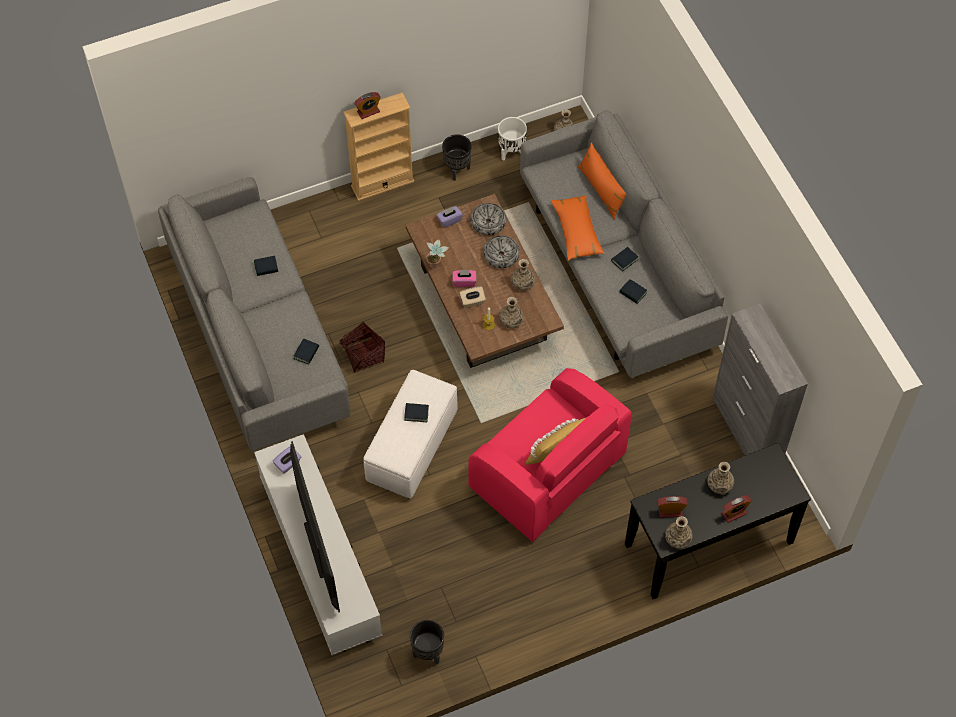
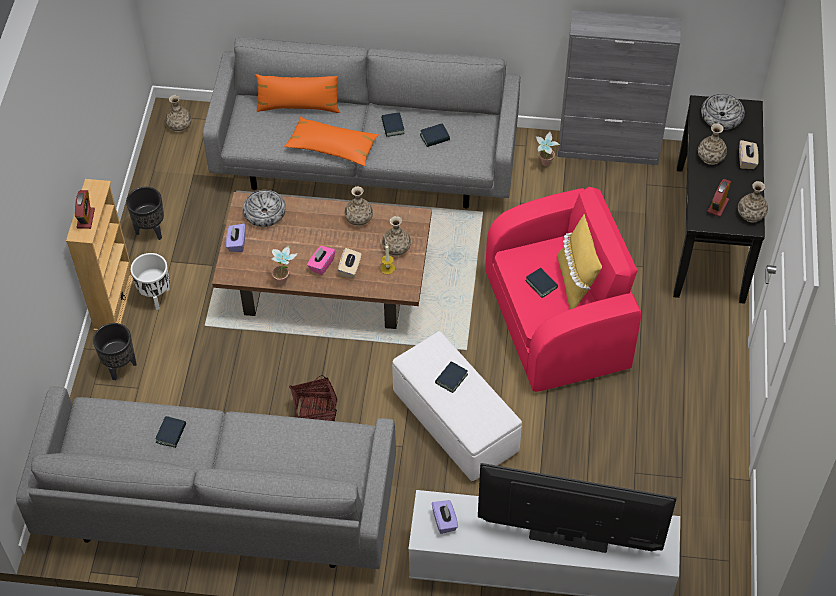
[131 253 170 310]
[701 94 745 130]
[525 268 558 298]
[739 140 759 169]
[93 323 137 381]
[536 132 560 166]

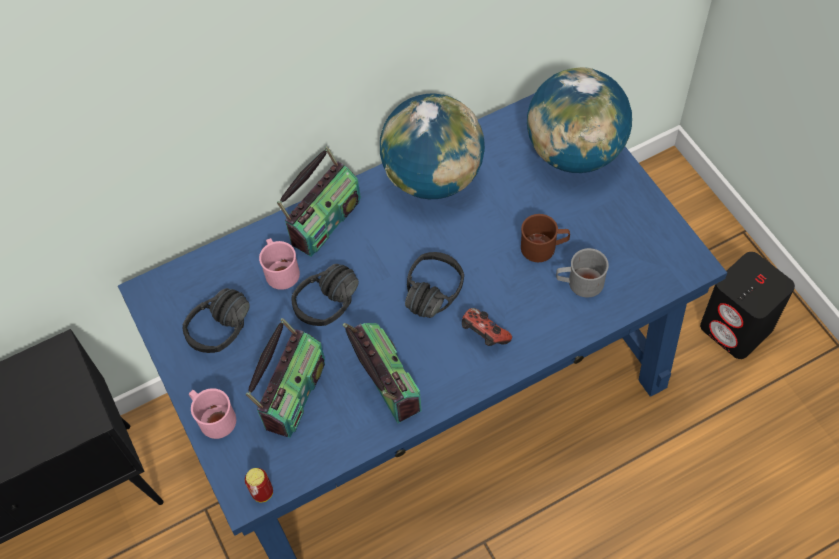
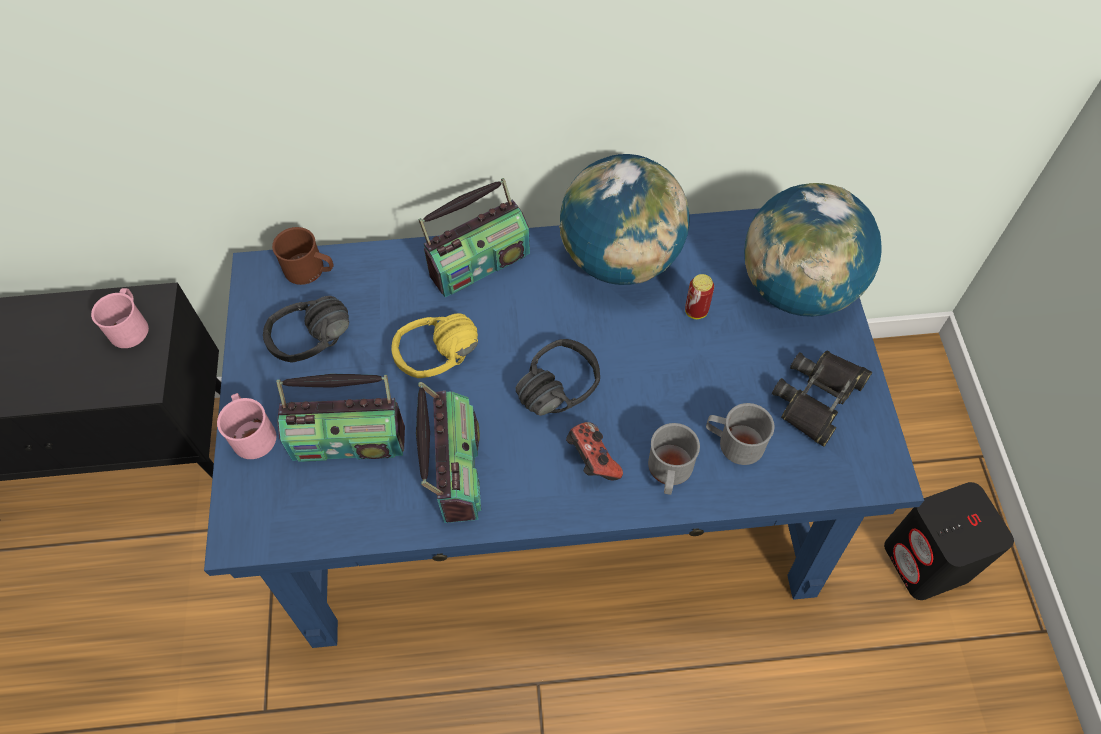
[272 227 334 285]
[91 288 149 348]
[391 313 478 378]
[276 374 405 462]
[685 274 714 319]
[772 351 872 447]
[648 423 700 495]

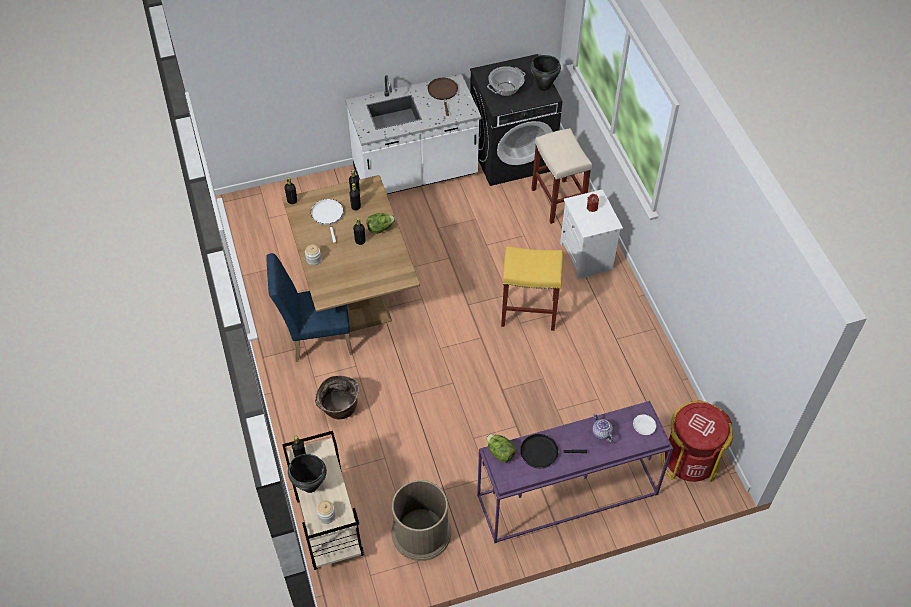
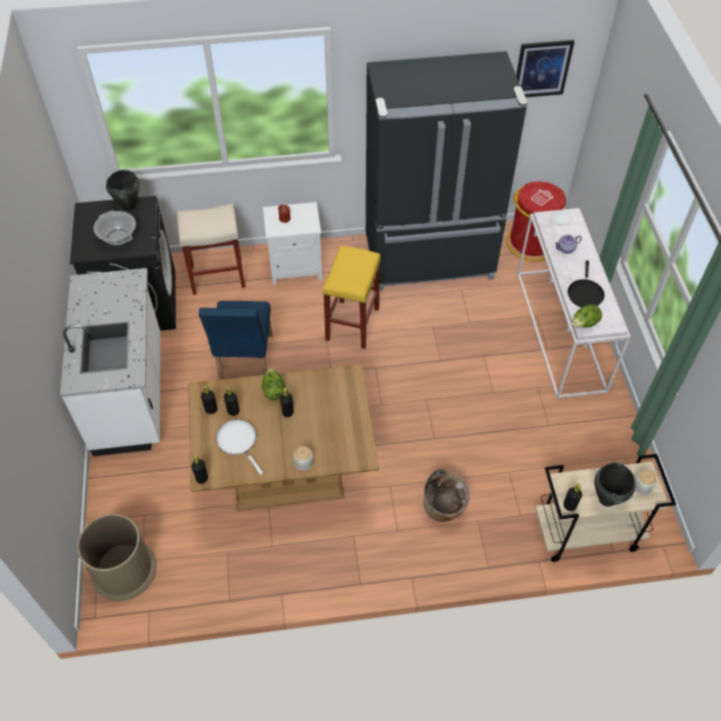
[428 78 458 116] (first image)
[216 419 263 475]
[199 301 272 380]
[517 208 631 399]
[77 514 157 601]
[516 40 575 97]
[366 51 527 290]

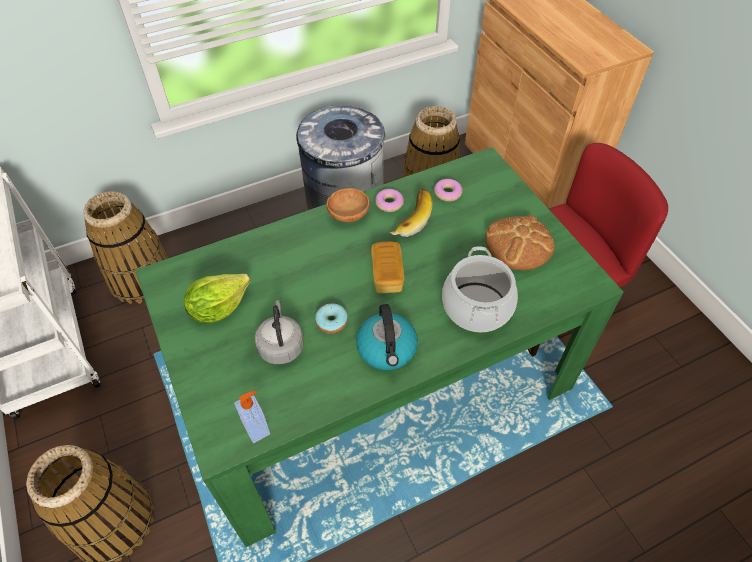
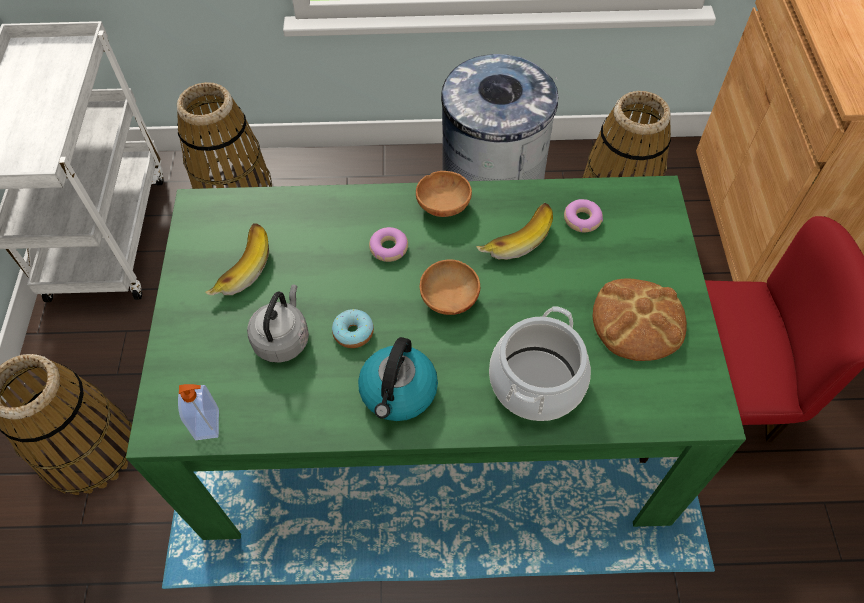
[369 227 408 262]
[419 259 480 315]
[205 223 269 295]

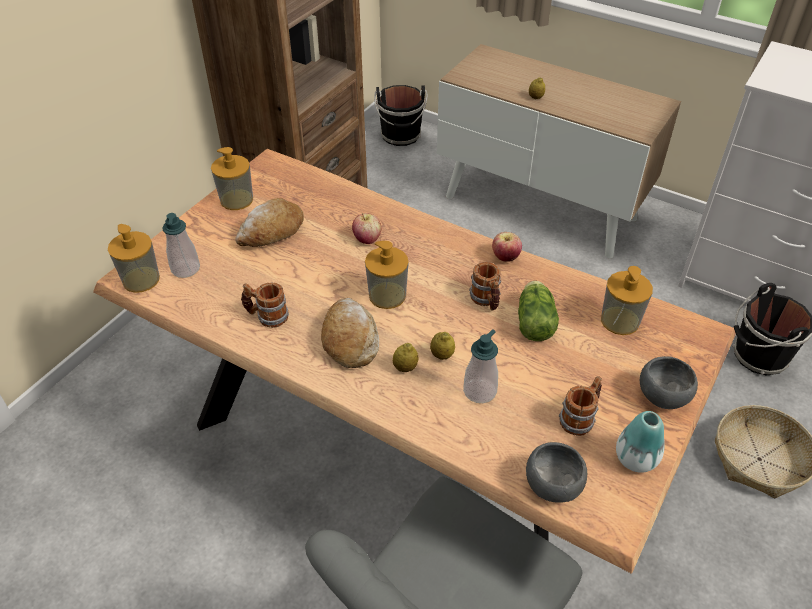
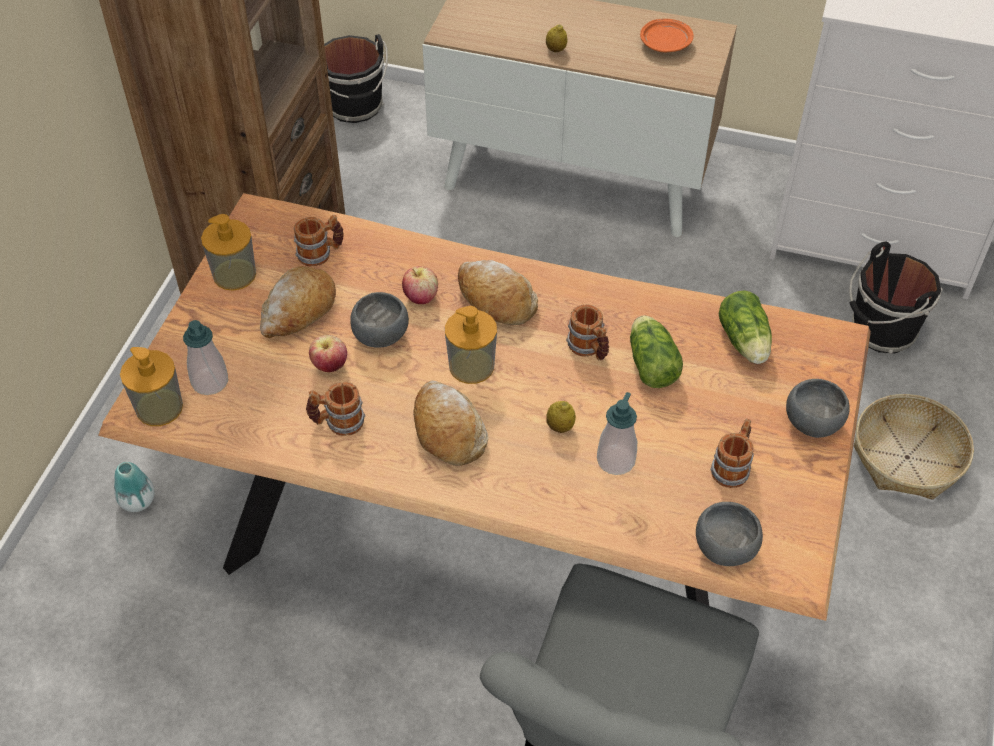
[309 335 347 372]
[719 290 772 364]
[393 343 419 372] (first image)
[114 462 154 512]
[640 19 694 52]
[294 214 344 267]
[458 260 538 325]
[350 292 409 348]

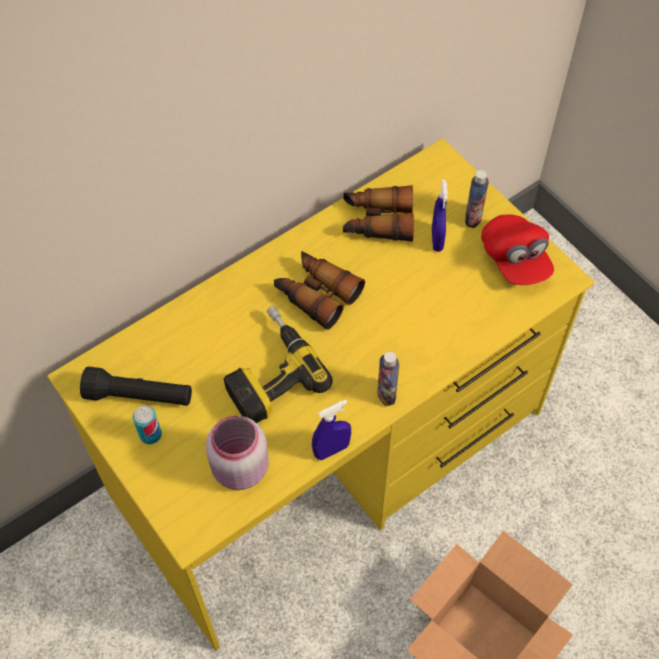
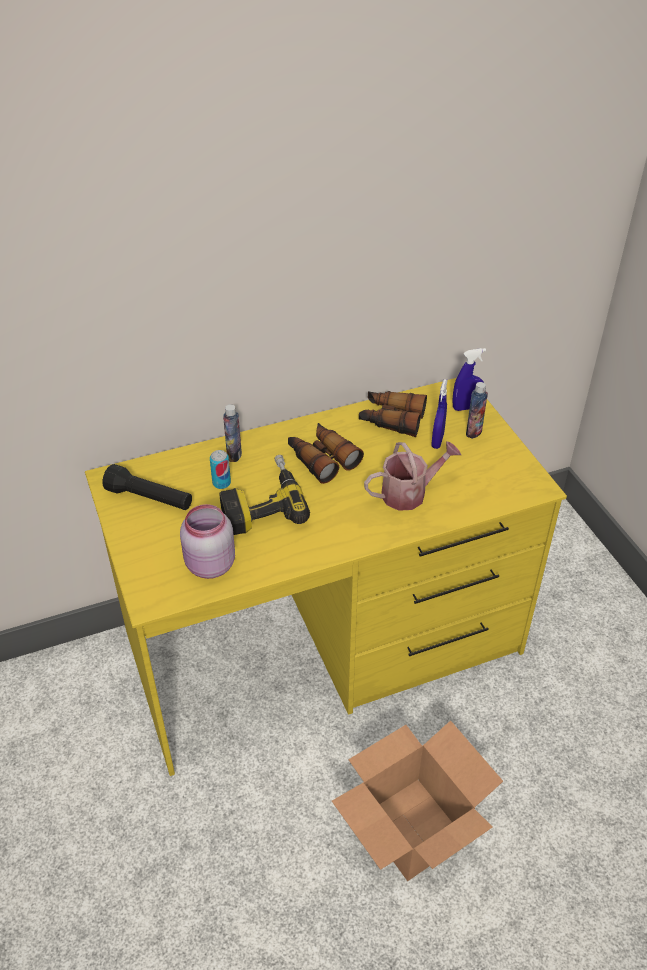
[481 215 554 285] (first image)
[223 404 242 462]
[452 348 486 411]
[210 450 231 489]
[364 441 461 511]

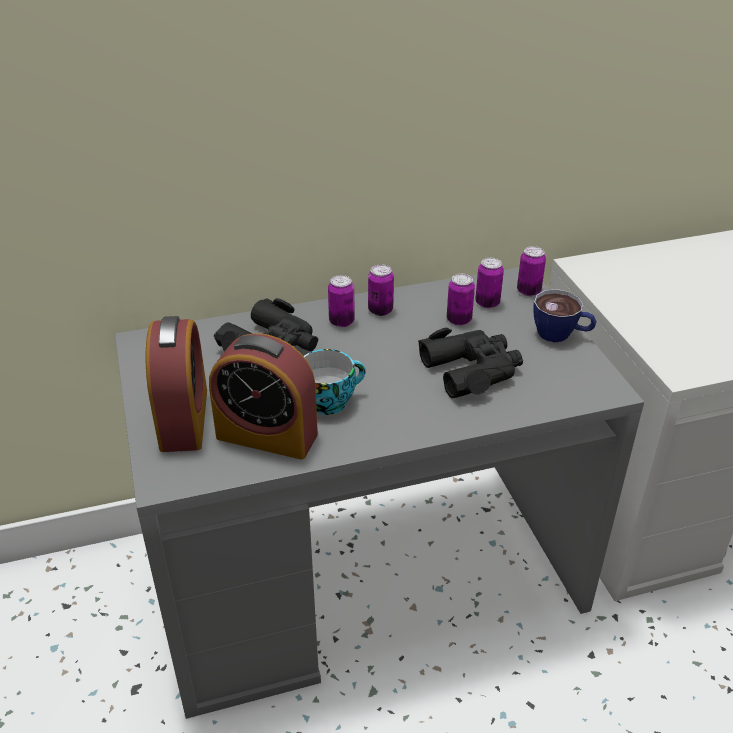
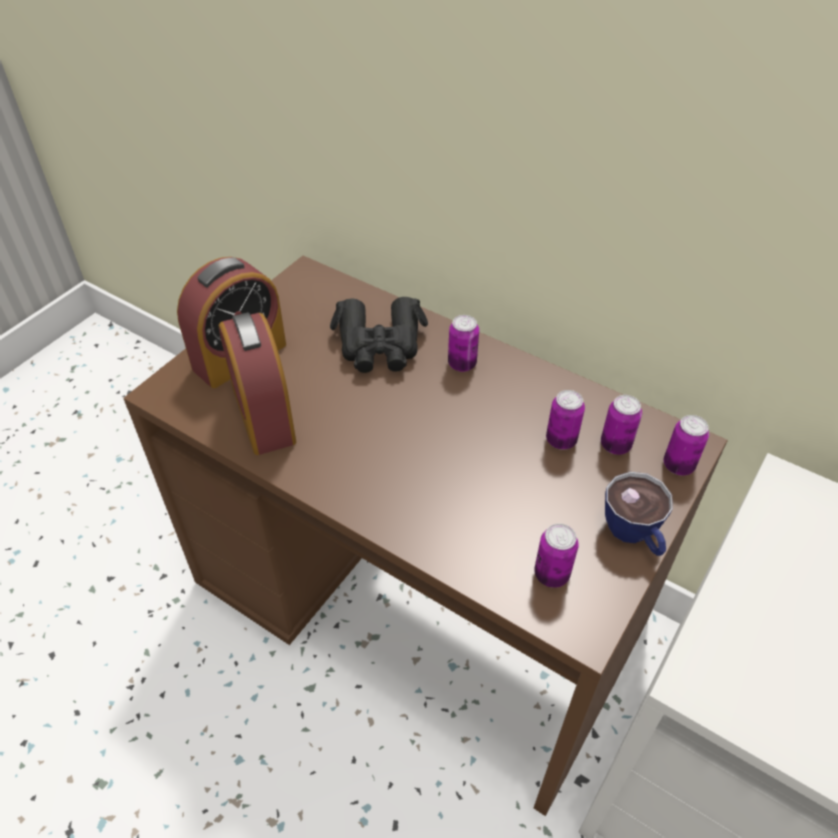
[534 523 579 588]
[123 256 728 816]
[418 328 523 399] (first image)
[304 349 366 415] (first image)

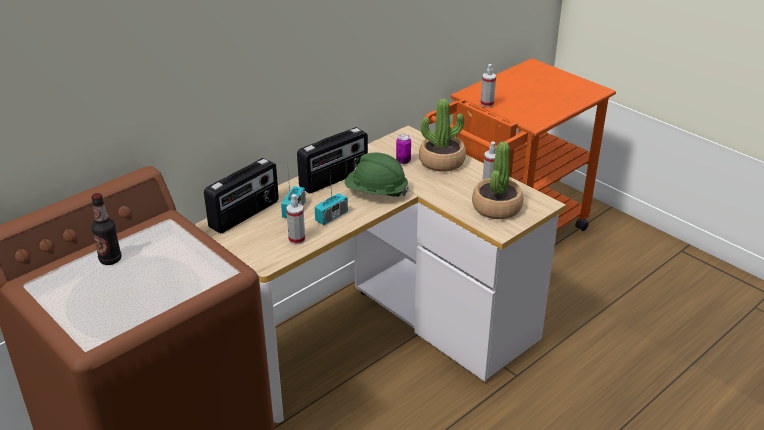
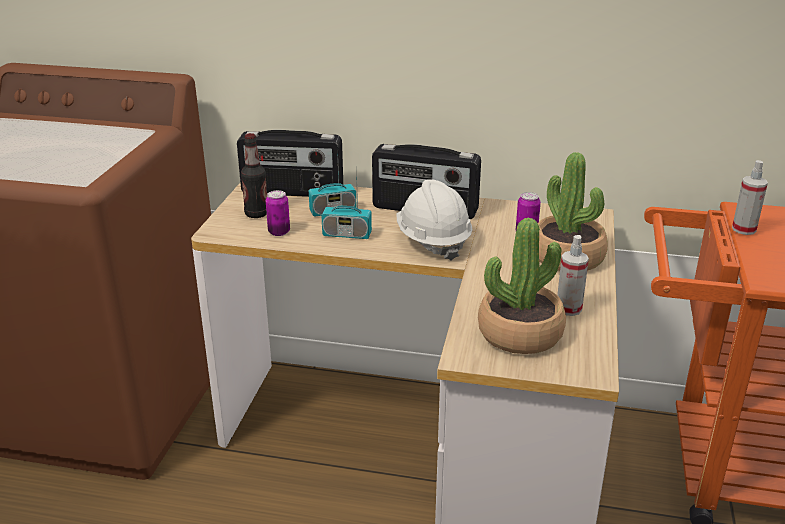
[397 179 473 261]
[241 133 267 218]
[266 190 290 236]

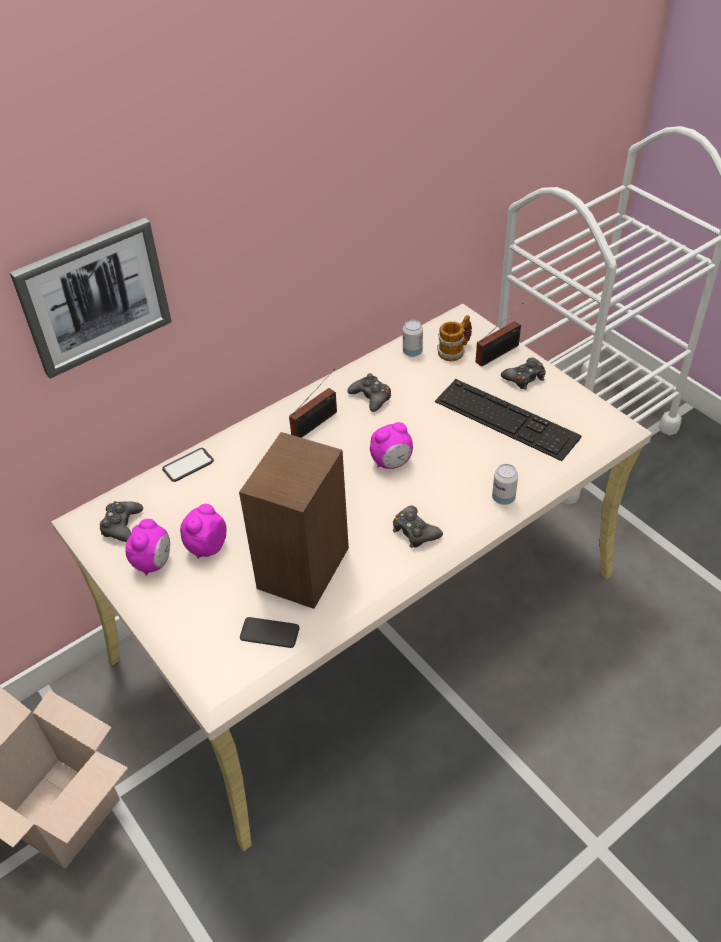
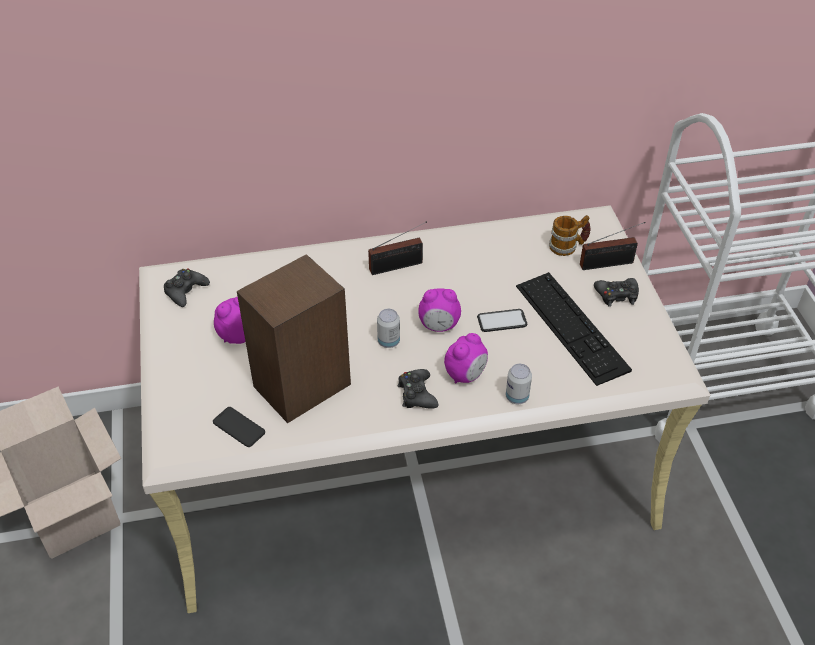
[10 218 172 378] (first image)
[377 309 400 348]
[347 373 391 412] (first image)
[477 309 528 332]
[444 333 488 384]

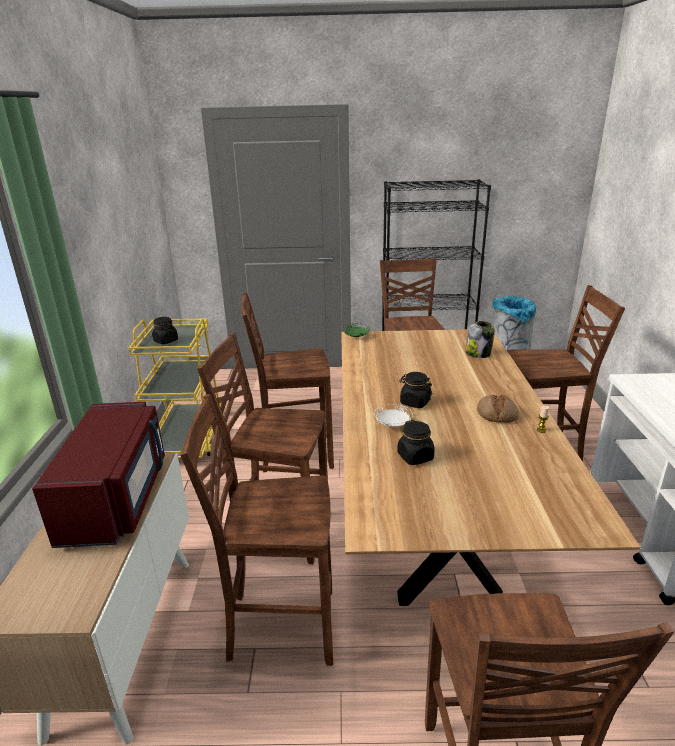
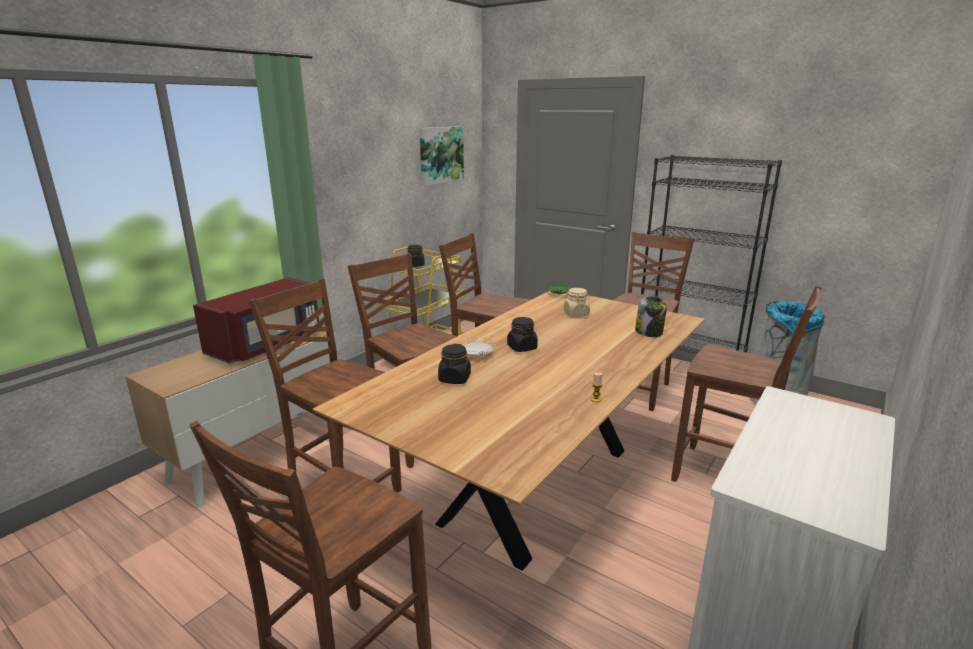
[477 395 519 423] (first image)
[419 126 464 186]
[564 288 590 317]

